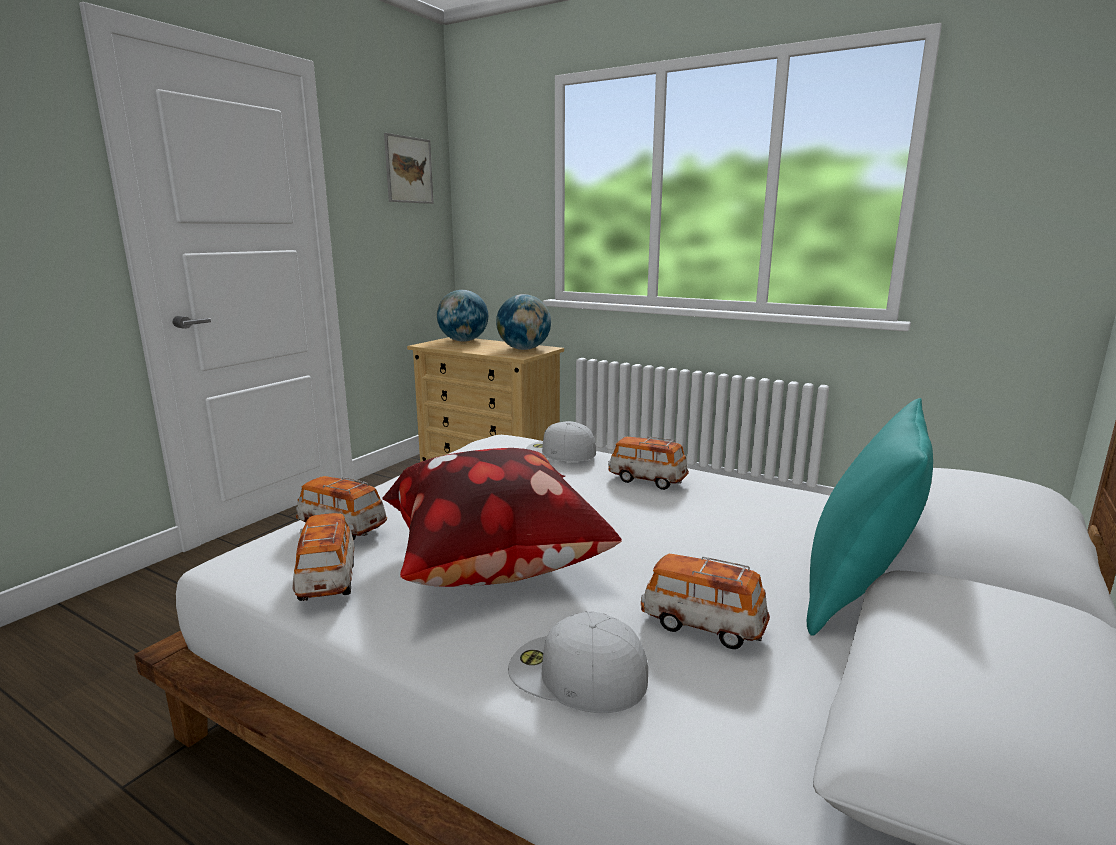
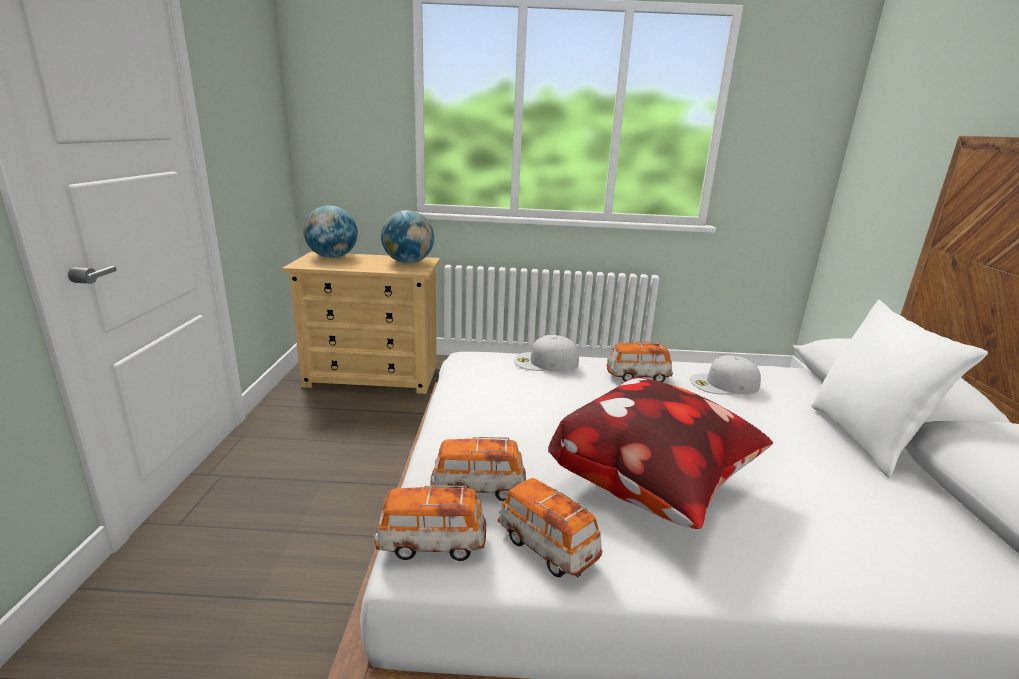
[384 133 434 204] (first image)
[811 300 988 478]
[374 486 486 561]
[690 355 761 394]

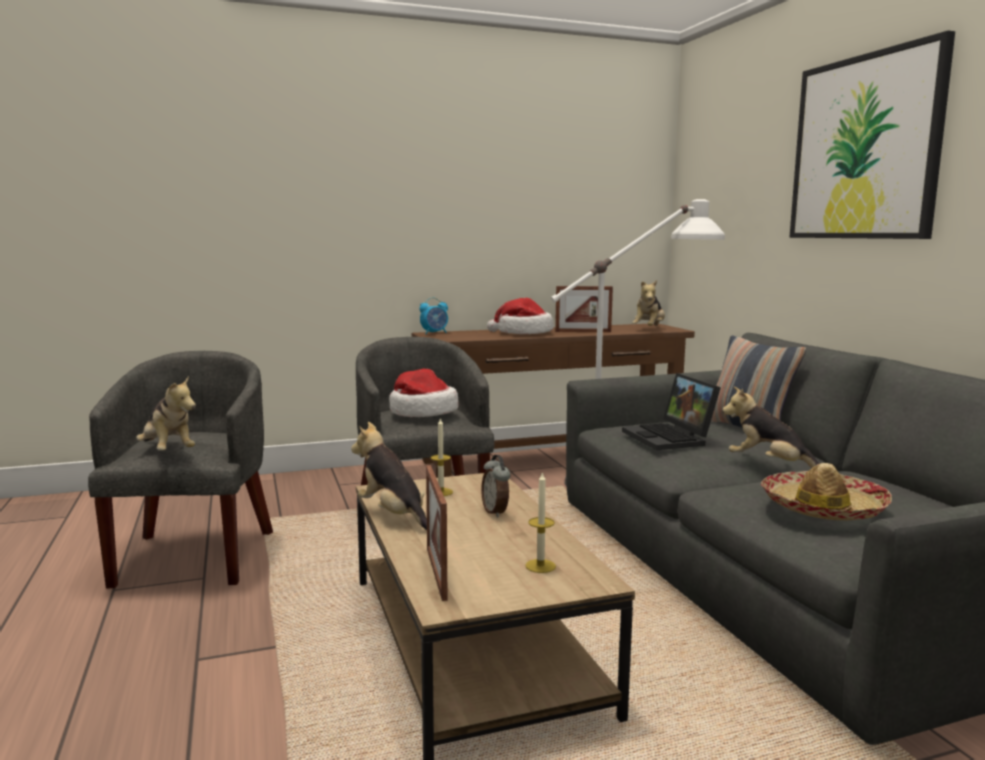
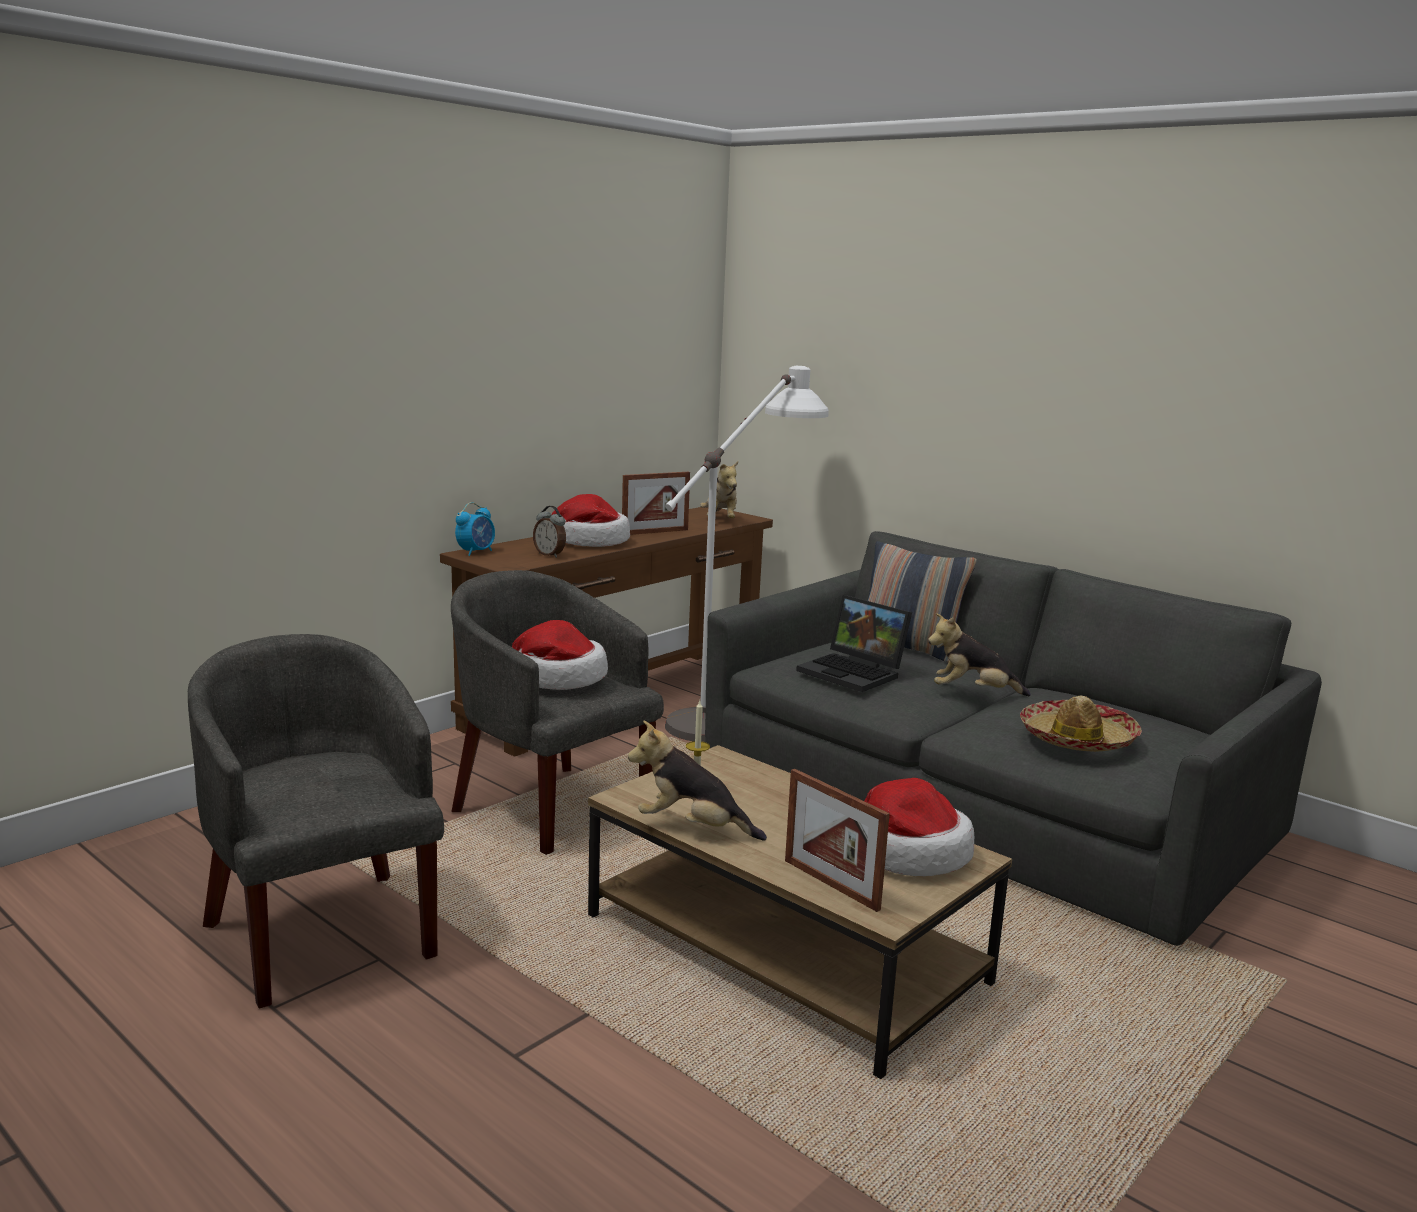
[789 31 955 239] (first image)
[136 376 196 450] (first image)
[533 506 566 558]
[864 778 974 876]

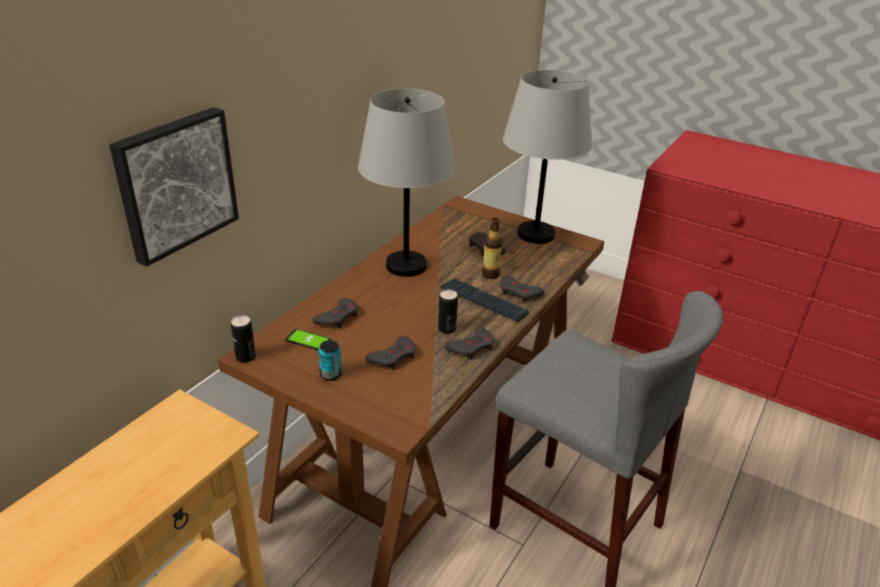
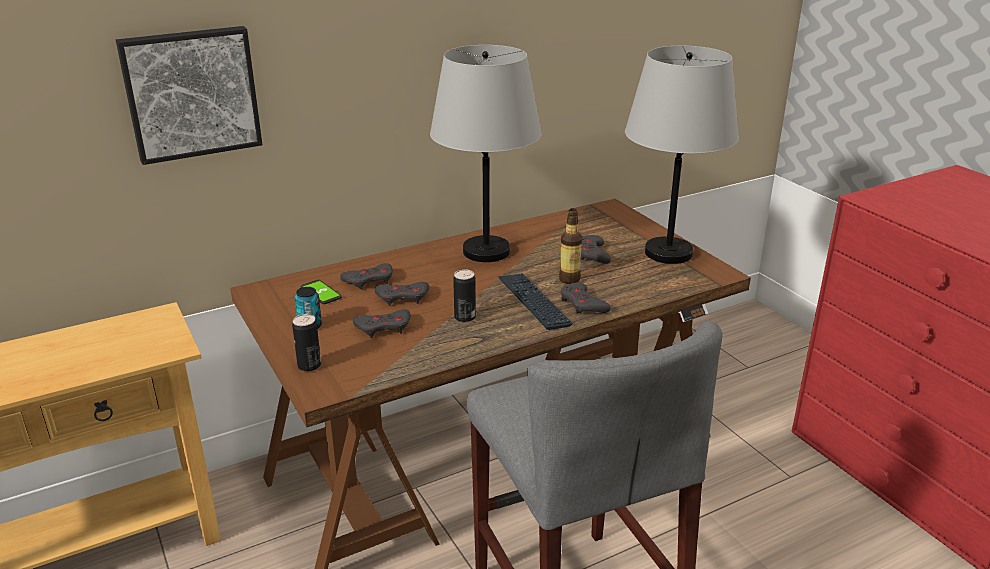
[292 314 321 372]
[375 282 429 306]

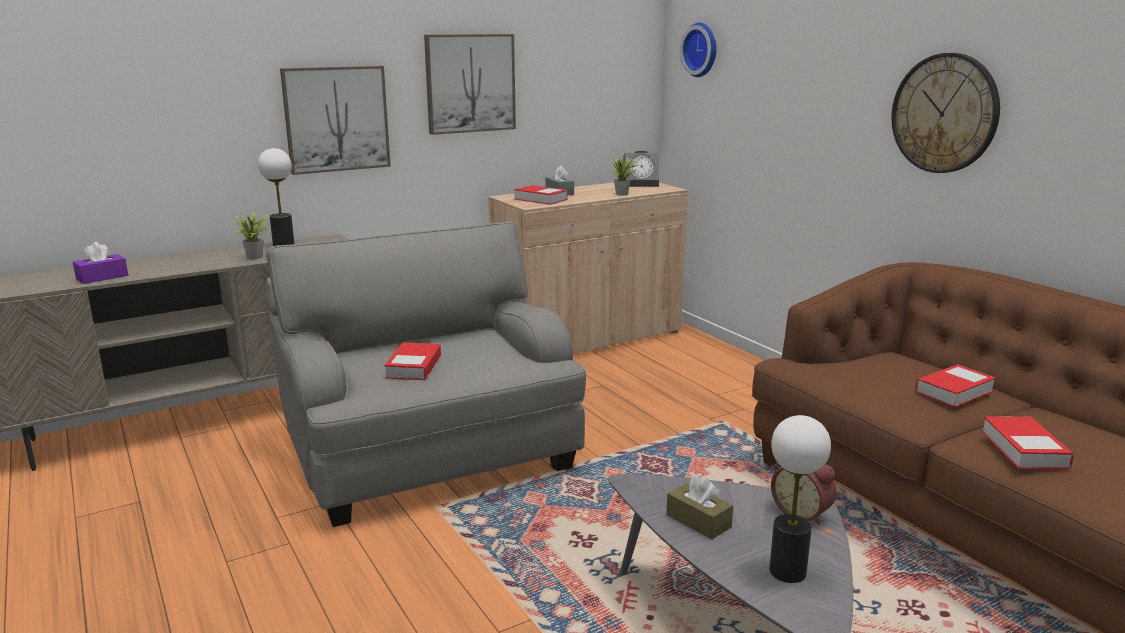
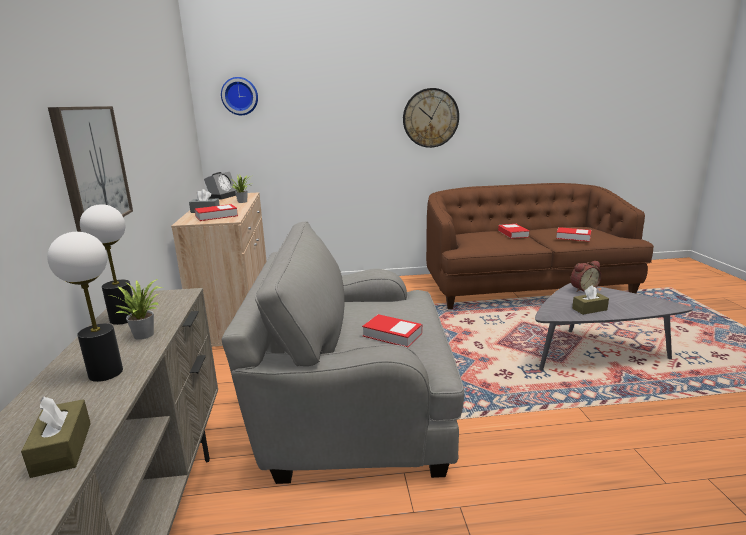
[424 34 516 135] (first image)
[21 397 91 478]
[47 232 123 382]

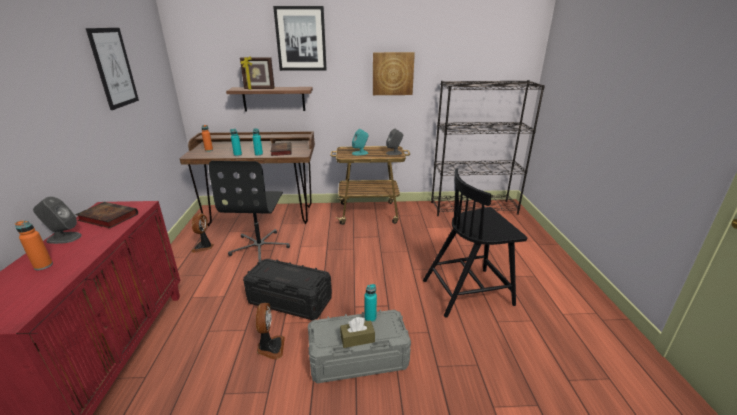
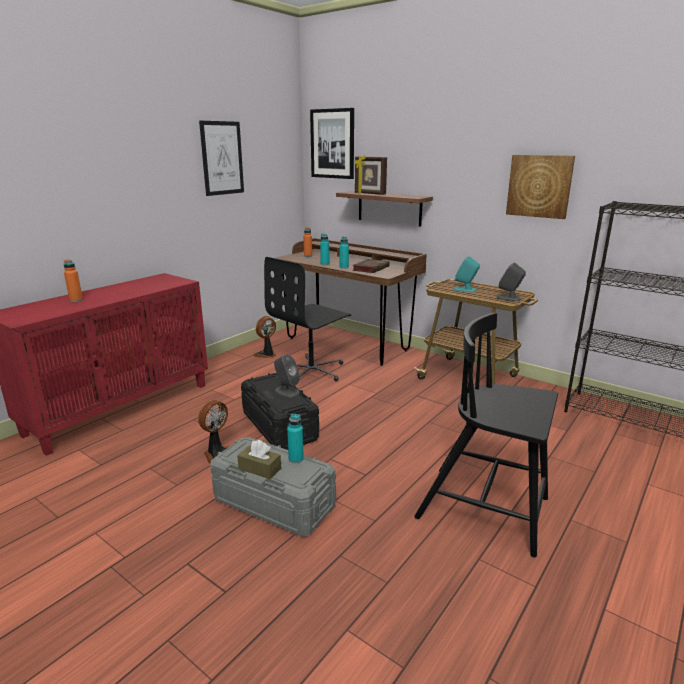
[310 108 354 179]
[274 354 300 397]
[75 202 138 228] (first image)

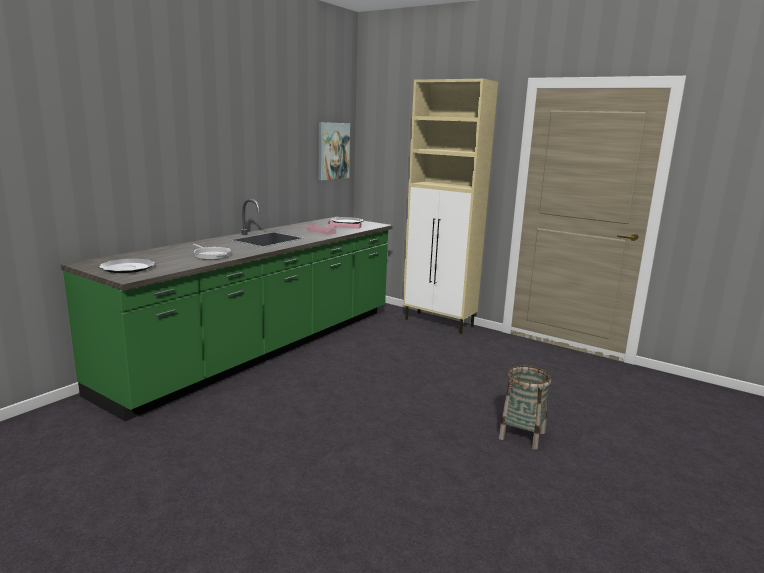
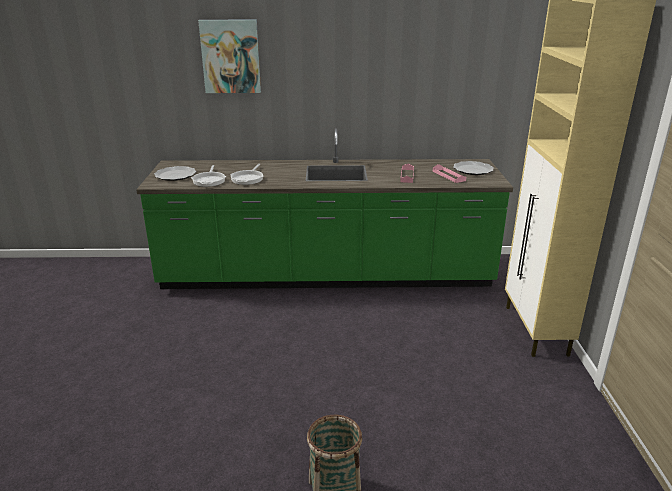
[198 20 261 93]
[191 165 226 187]

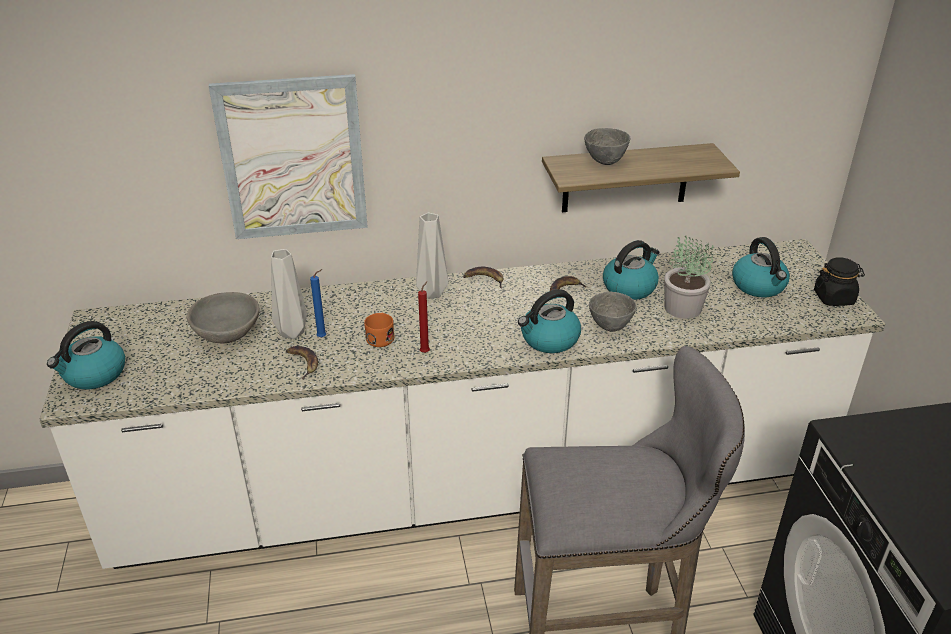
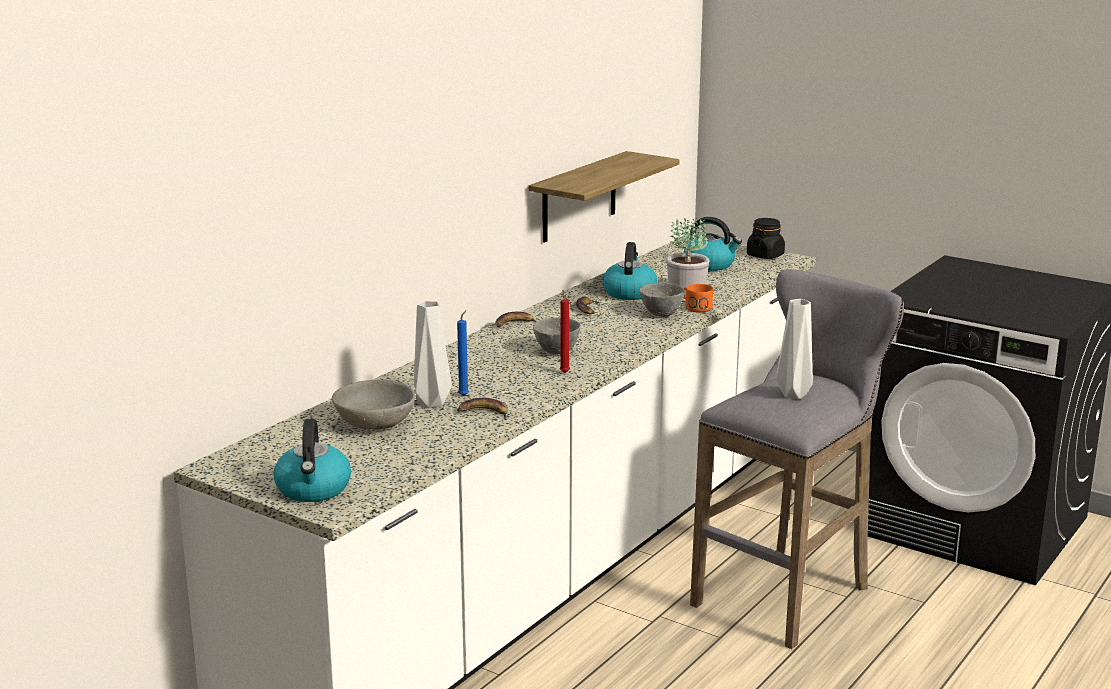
[209 74 368 239] (first image)
[533 317 580 354]
[776 299 813 399]
[518 289 581 353] (first image)
[683 284 713 313]

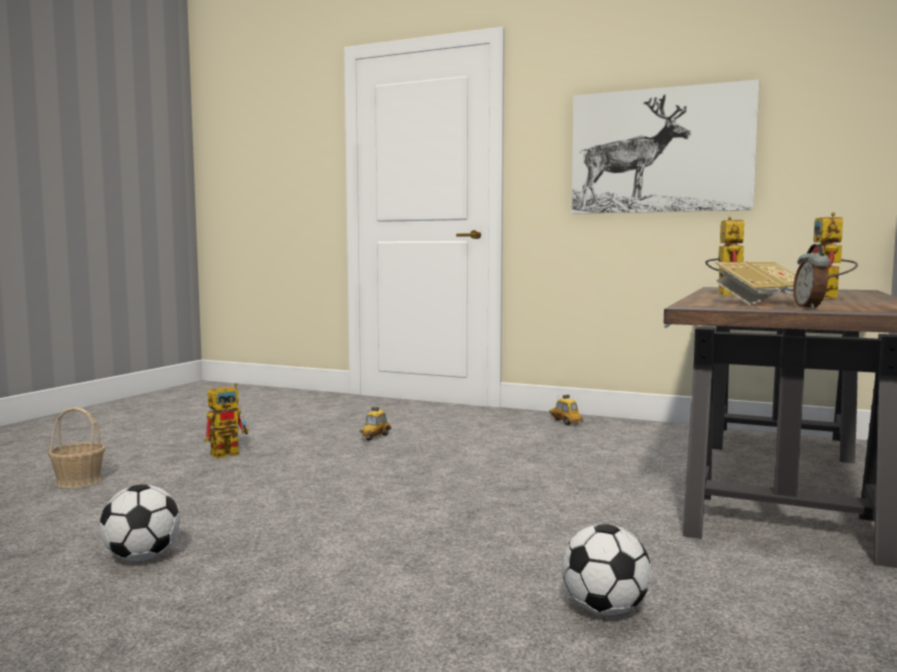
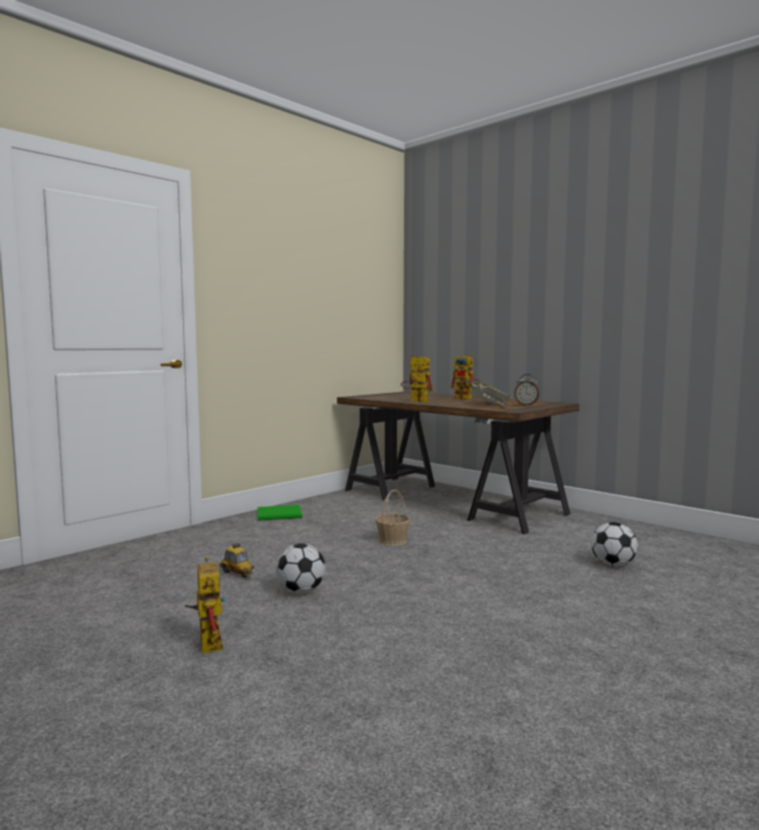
[571 80 759 214] (first image)
[258 505 302 521]
[375 489 411 546]
[276 543 325 594]

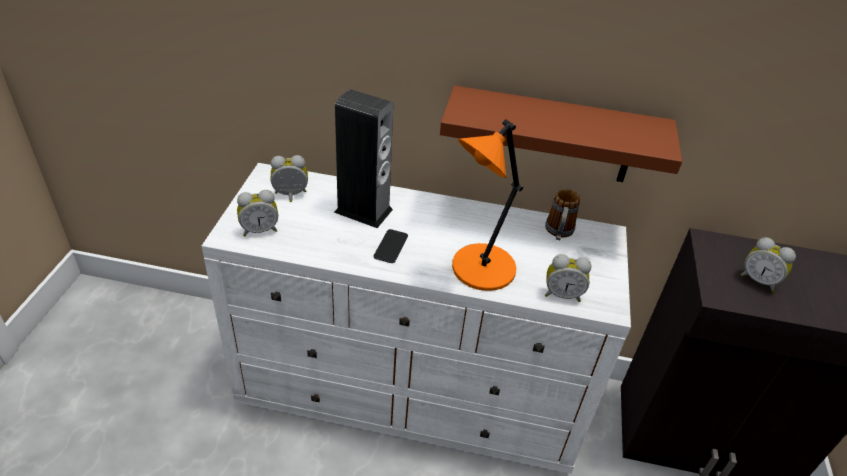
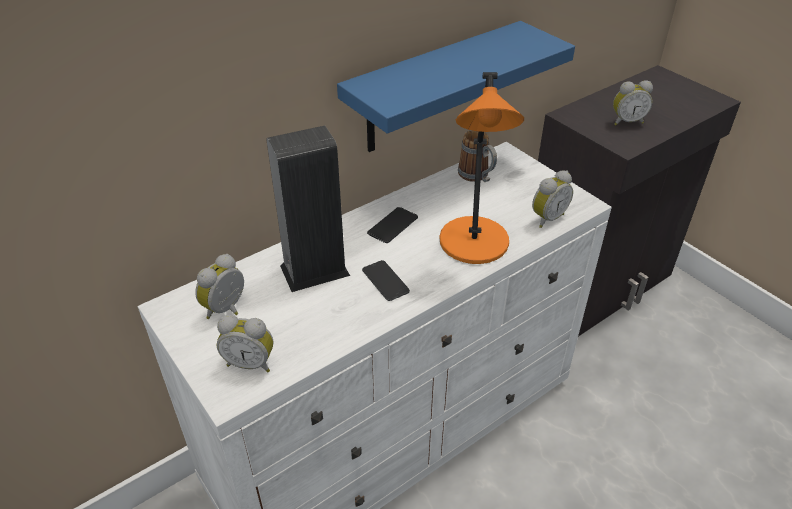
[337 21 575 152]
[217 314 273 372]
[367 207 418 243]

